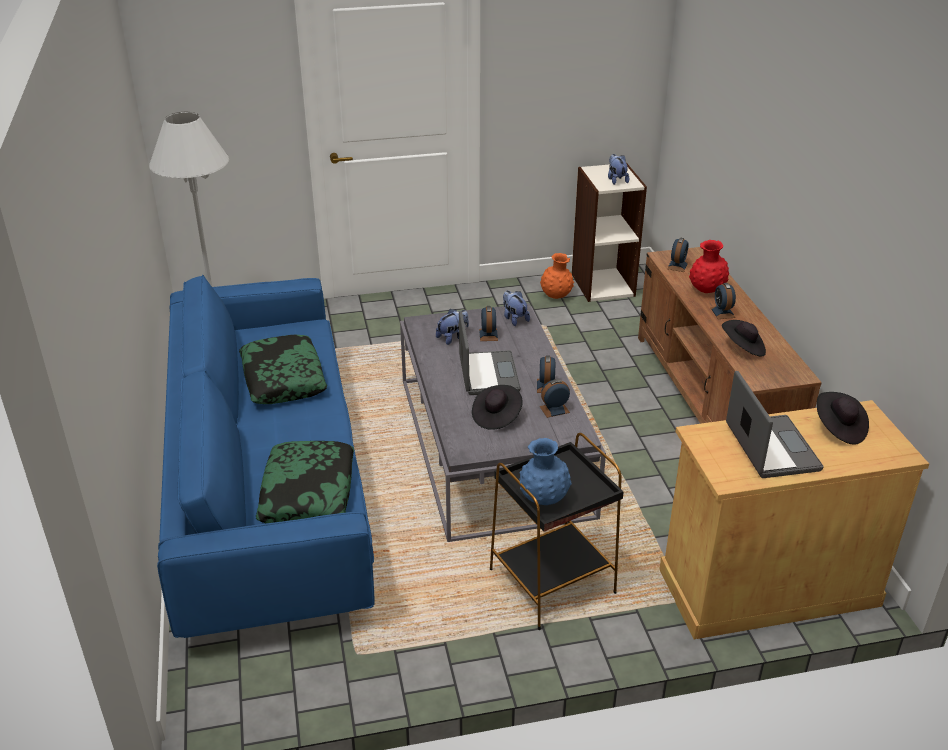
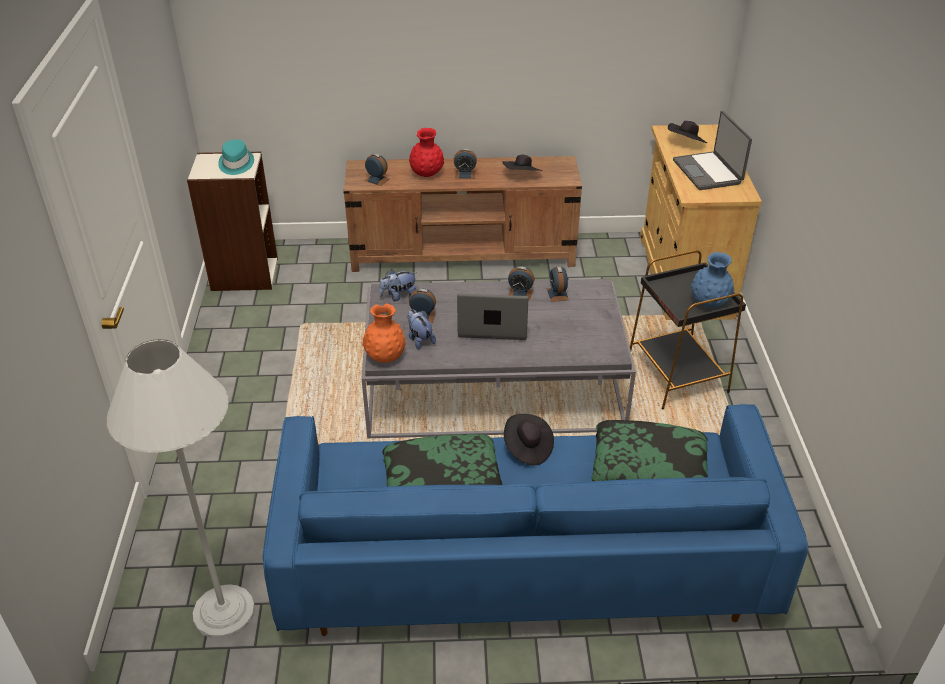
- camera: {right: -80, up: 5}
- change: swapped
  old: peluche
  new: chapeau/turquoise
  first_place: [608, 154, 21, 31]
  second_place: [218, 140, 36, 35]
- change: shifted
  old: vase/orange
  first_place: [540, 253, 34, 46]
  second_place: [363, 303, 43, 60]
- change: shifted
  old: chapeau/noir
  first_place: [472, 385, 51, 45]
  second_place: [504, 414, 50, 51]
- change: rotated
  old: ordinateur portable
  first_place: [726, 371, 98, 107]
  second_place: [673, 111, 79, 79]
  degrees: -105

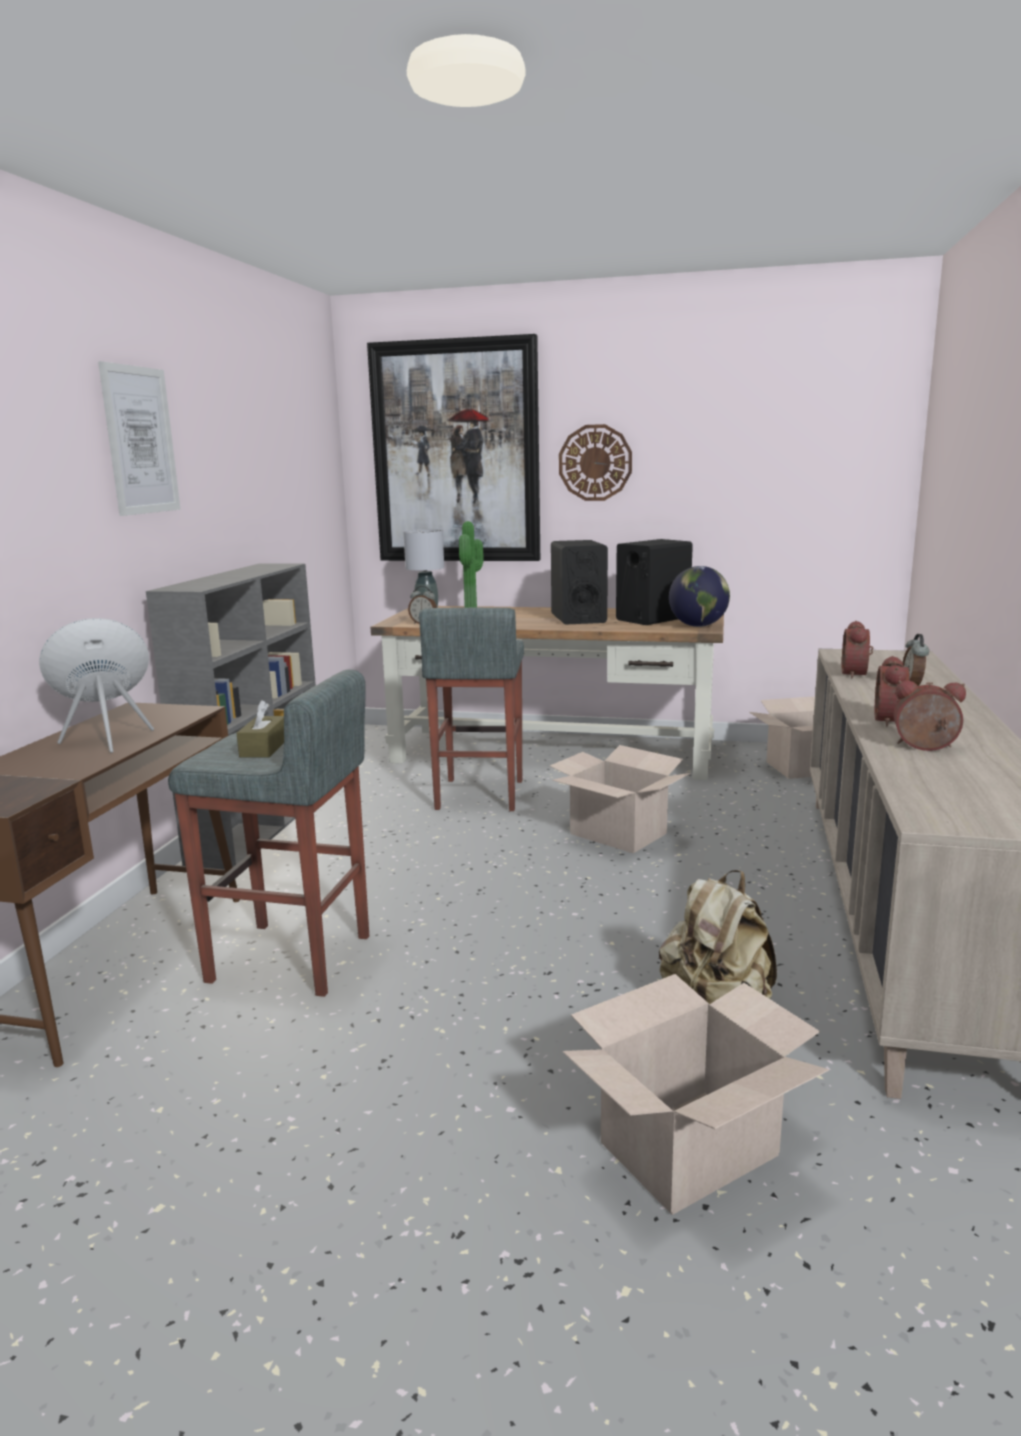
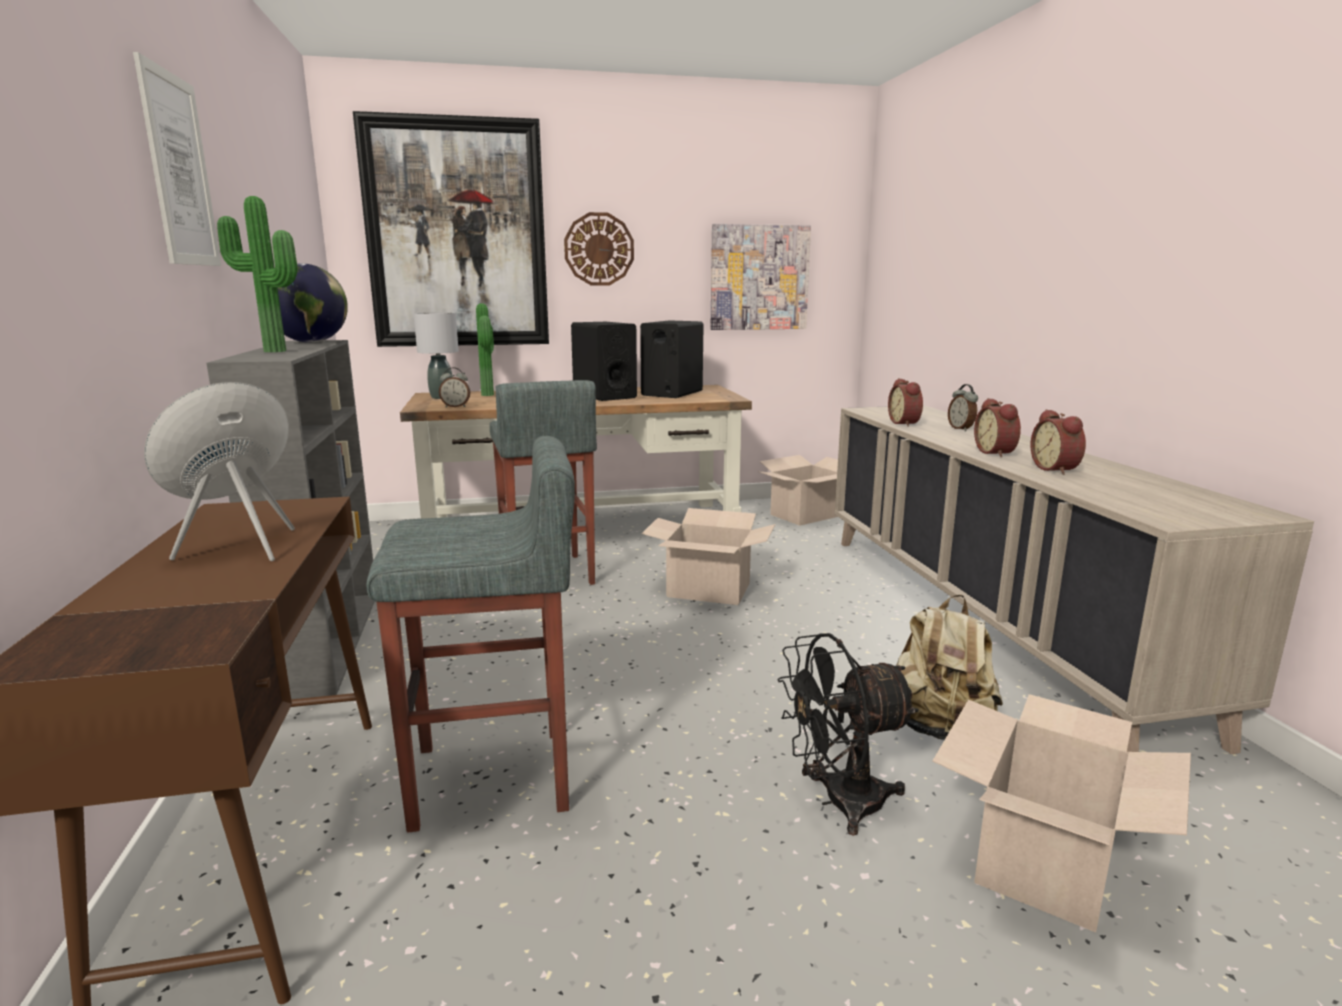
- camera: {right: -25, up: 0}
- change: new
  new: plante en pot
  second_place: [217, 196, 80, 156]
- change: shifted
  old: globe
  first_place: [669, 566, 61, 61]
  second_place: [277, 263, 71, 80]
- change: new
  new: tableau
  second_place: [710, 224, 101, 106]
- change: new
  new: ventilateur/noir
  second_place: [777, 633, 142, 203]
- change: rotated
  old: réveil
  first_place: [894, 680, 72, 71]
  second_place: [1030, 409, 56, 66]
  degrees: -90
- change: gone
  old: boîte à mouchoirs/marron
  first_place: [237, 700, 47, 57]

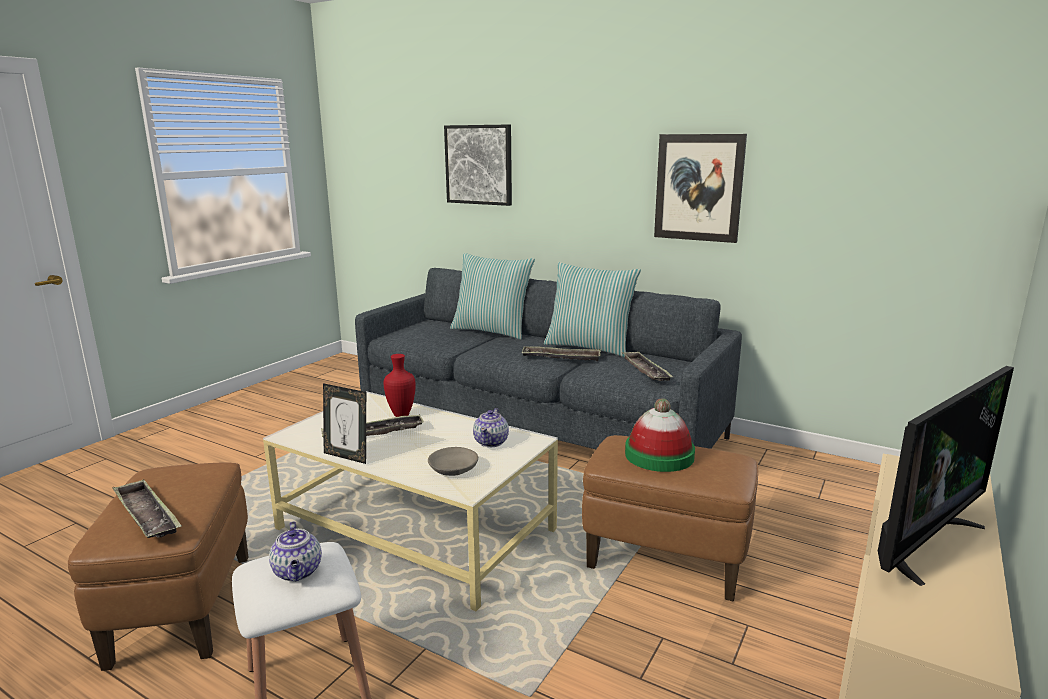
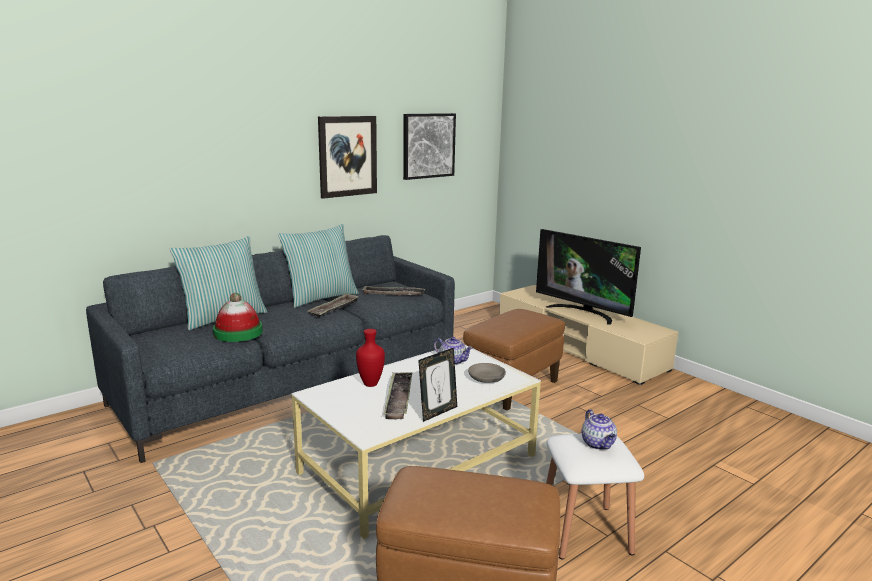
- camera: {right: -70, up: 0}
- change: shifted
  old: chapeau
  first_place: [625, 398, 70, 74]
  second_place: [213, 293, 50, 49]
- change: shifted
  old: tableau
  first_place: [444, 125, 68, 81]
  second_place: [403, 113, 53, 67]
- change: rotated
  old: téléviseur
  first_place: [878, 366, 136, 220]
  second_place: [536, 229, 105, 96]
  degrees: 150
- change: rotated
  old: théière
  first_place: [269, 521, 53, 60]
  second_place: [581, 409, 36, 41]
  degrees: 75
- change: gone
  old: plateau
  first_place: [112, 479, 70, 59]

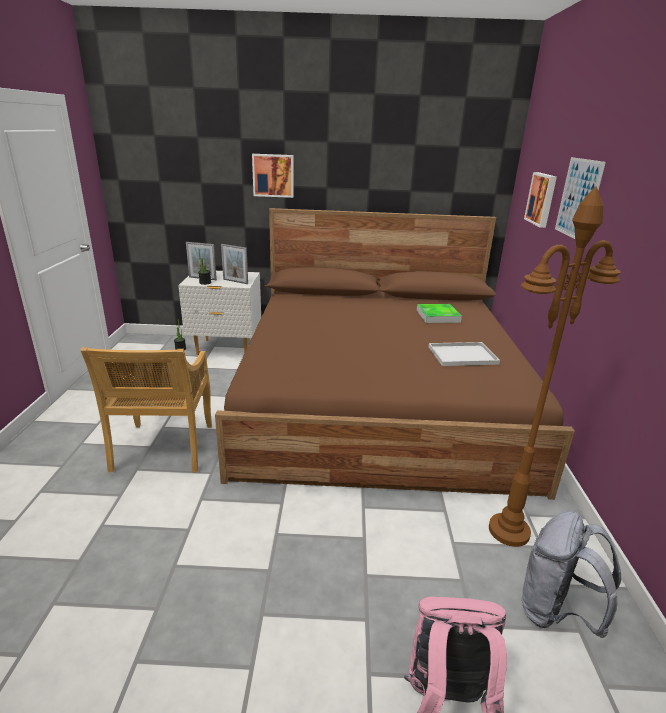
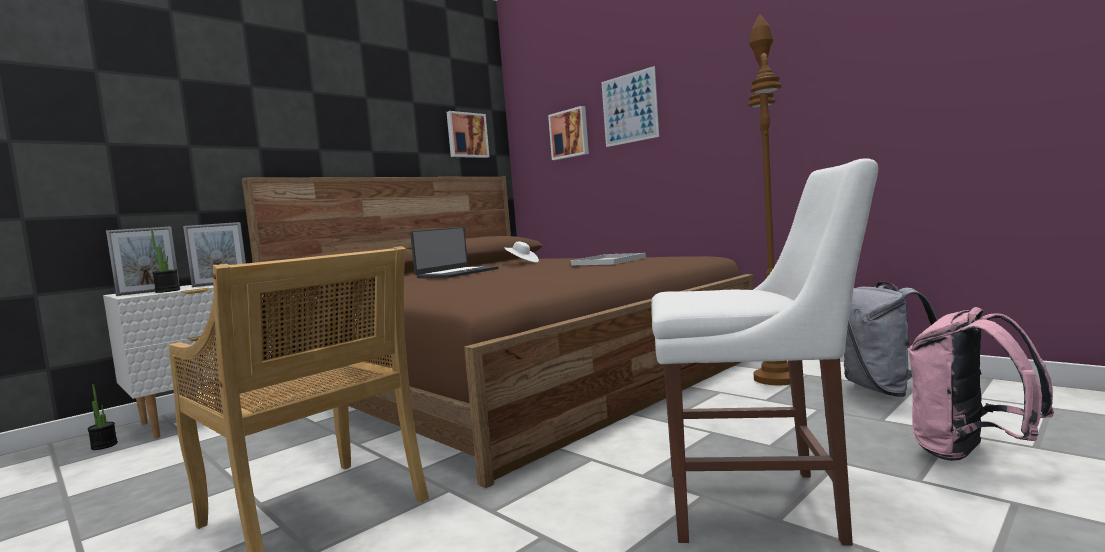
- camera: {right: -45, up: -20}
- change: new
  new: ordinateur portable
  second_place: [410, 227, 88, 51]
- change: shifted
  old: tableau
  first_place: [252, 154, 41, 44]
  second_place: [447, 111, 42, 47]
- change: swapped
  old: plateau
  new: chapeau/blanc
  first_place: [417, 304, 45, 19]
  second_place: [504, 241, 35, 22]
- change: new
  new: chaise/blanc
  second_place: [651, 159, 227, 387]

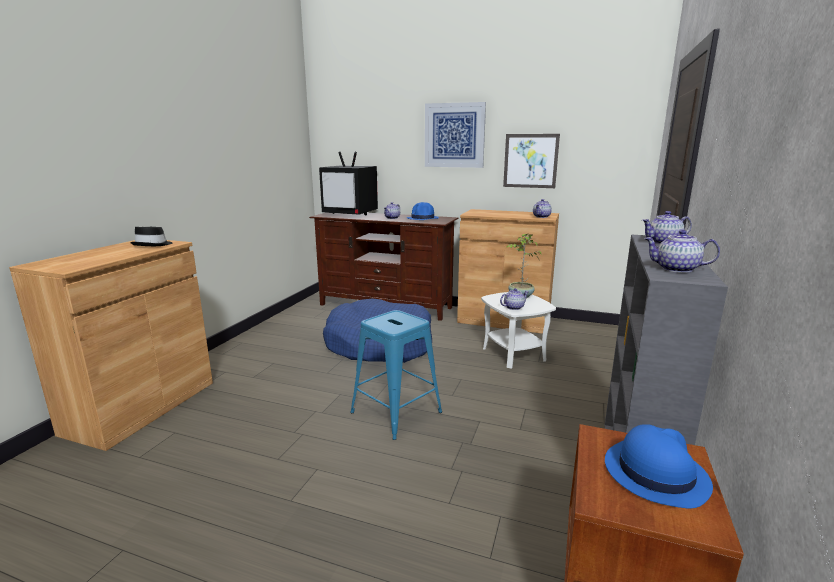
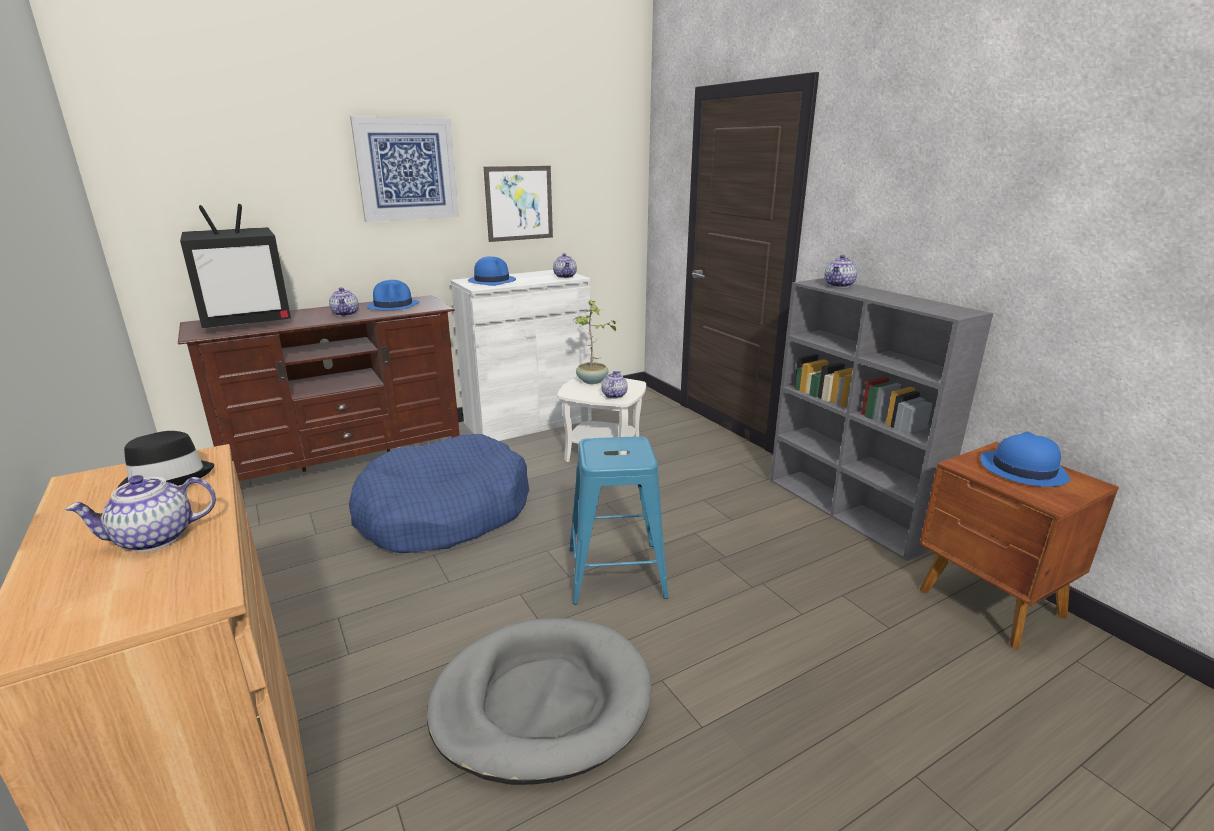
- camera: {right: -50, up: 5}
- change: shifted
  old: théière
  first_place: [644, 230, 76, 43]
  second_place: [65, 475, 151, 77]
- change: new
  new: panier pour chien/gris
  second_place: [427, 618, 224, 167]
- change: repainted
  old: meuble de rangement/marron
  new: meuble de rangement/blanc
  first_place: [457, 209, 102, 125]
  second_place: [451, 270, 141, 171]
- change: new
  new: chapeau/bleu
  second_place: [468, 256, 48, 30]

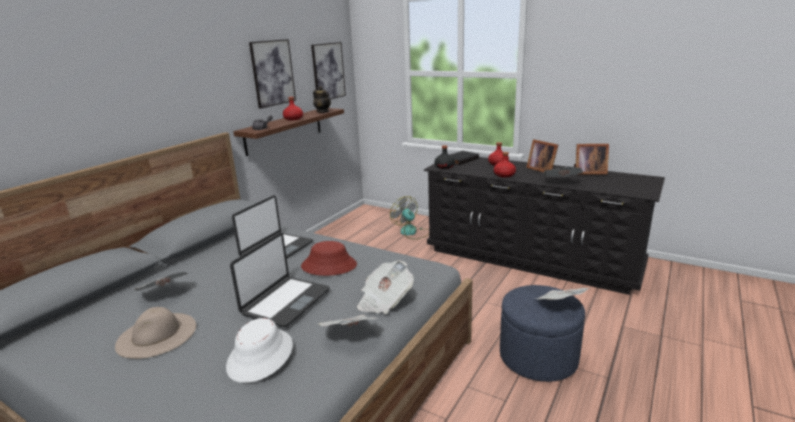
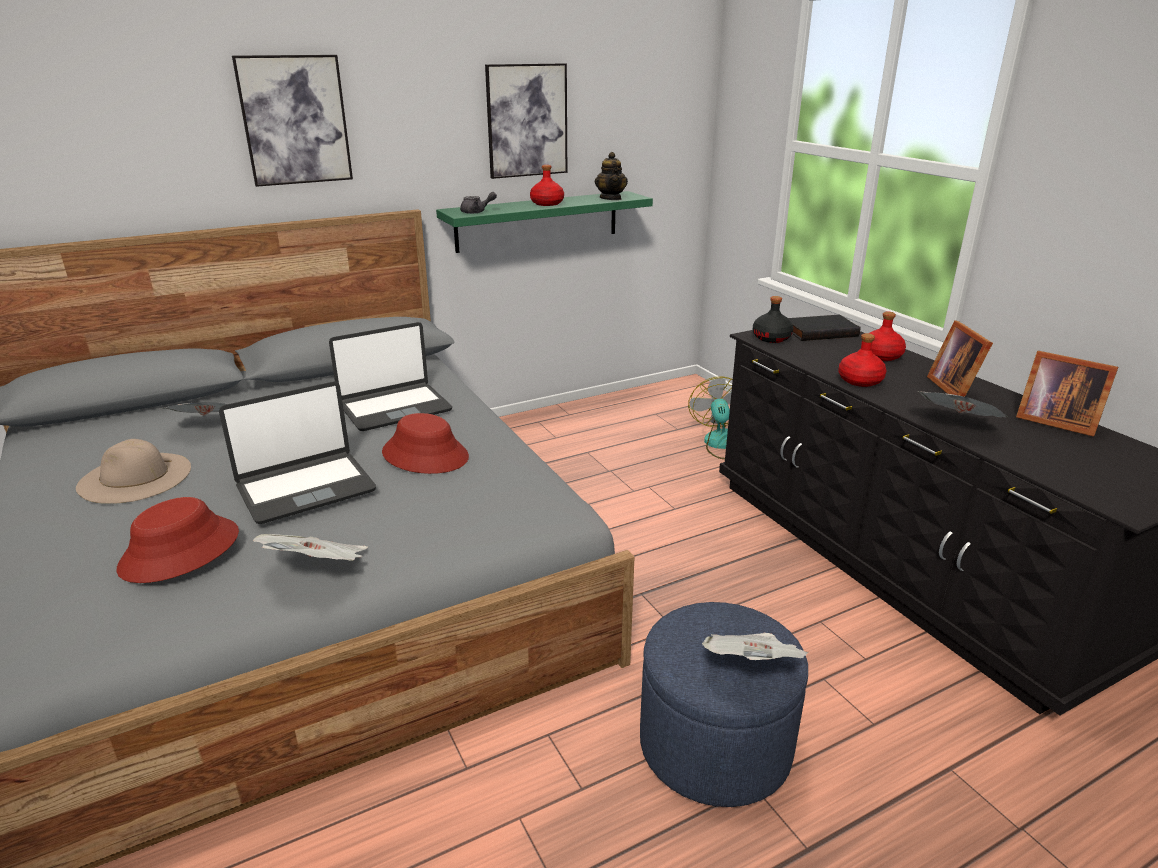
- camera: {right: 30, up: 5}
- change: repainted
  old: chapeau/blanc
  new: chapeau/rouge
  first_place: [226, 318, 67, 65]
  second_place: [116, 497, 123, 86]
- change: shifted
  old: tableau
  first_place: [311, 42, 35, 58]
  second_place: [232, 55, 121, 132]
- change: repainted
  old: étagère/marron
  new: étagère/vert
  first_place: [233, 108, 111, 48]
  second_place: [436, 191, 217, 62]
- change: gone
  old: journal
  first_place: [357, 261, 57, 53]

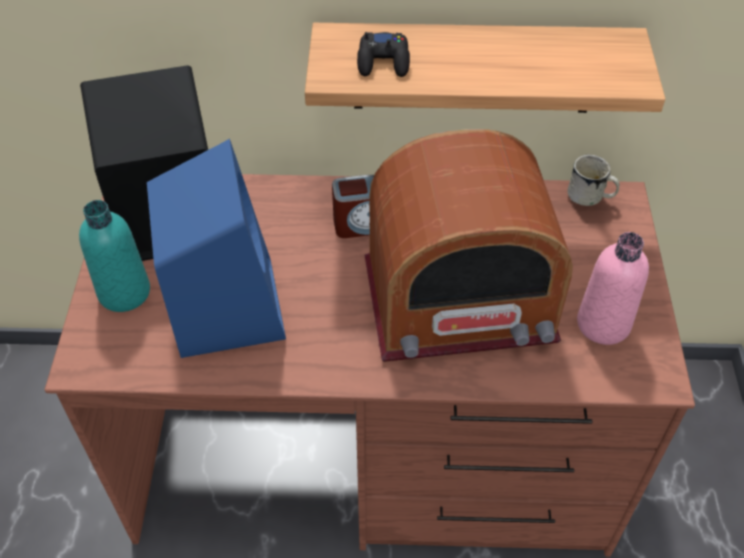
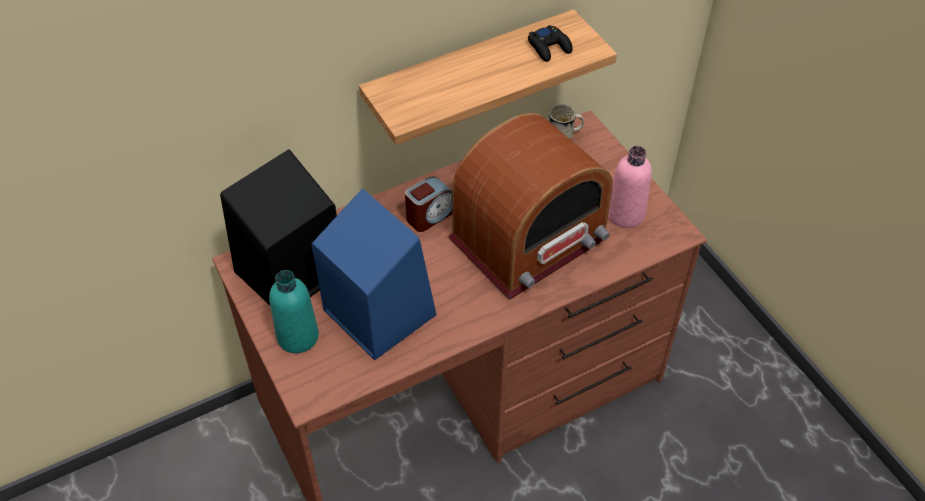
- camera: {right: -30, up: 0}
- change: shifted
  old: manette/noir
  first_place: [357, 32, 53, 45]
  second_place: [528, 25, 45, 37]

